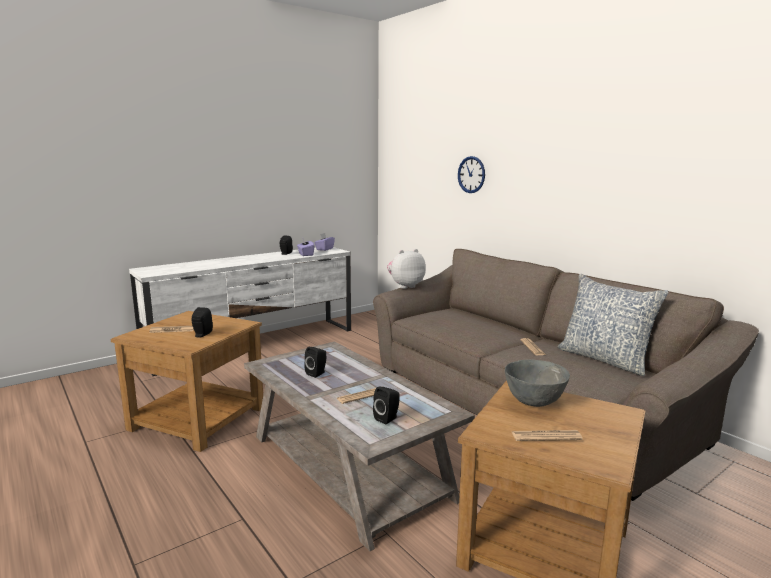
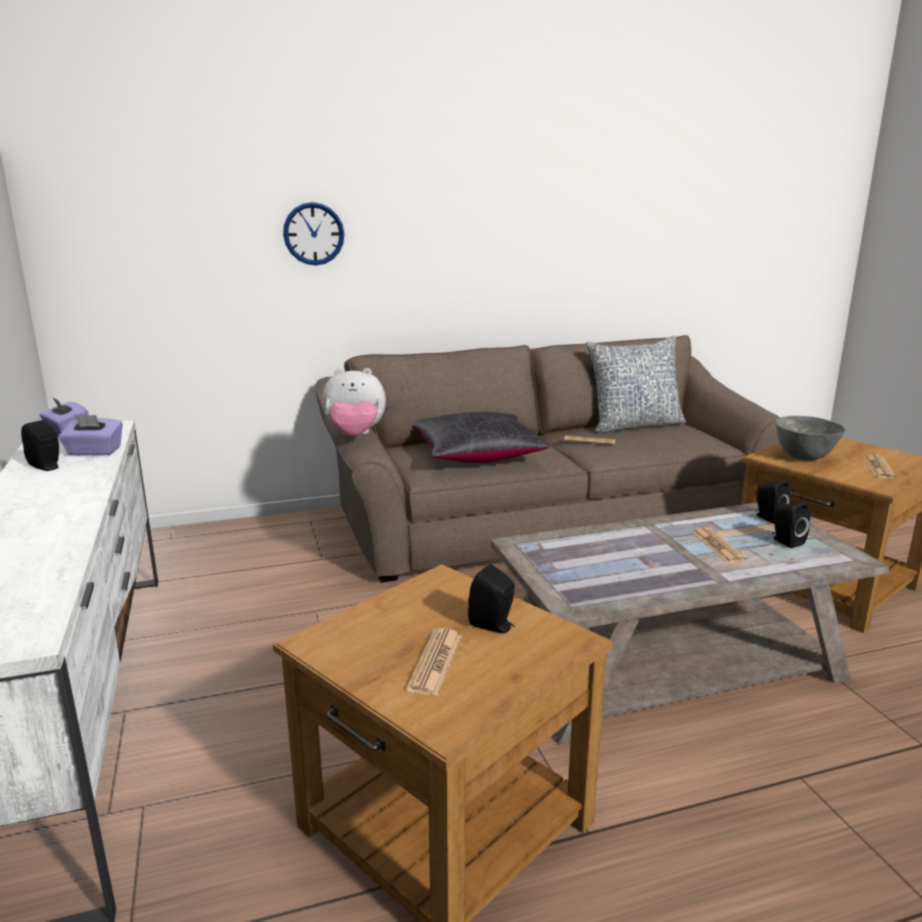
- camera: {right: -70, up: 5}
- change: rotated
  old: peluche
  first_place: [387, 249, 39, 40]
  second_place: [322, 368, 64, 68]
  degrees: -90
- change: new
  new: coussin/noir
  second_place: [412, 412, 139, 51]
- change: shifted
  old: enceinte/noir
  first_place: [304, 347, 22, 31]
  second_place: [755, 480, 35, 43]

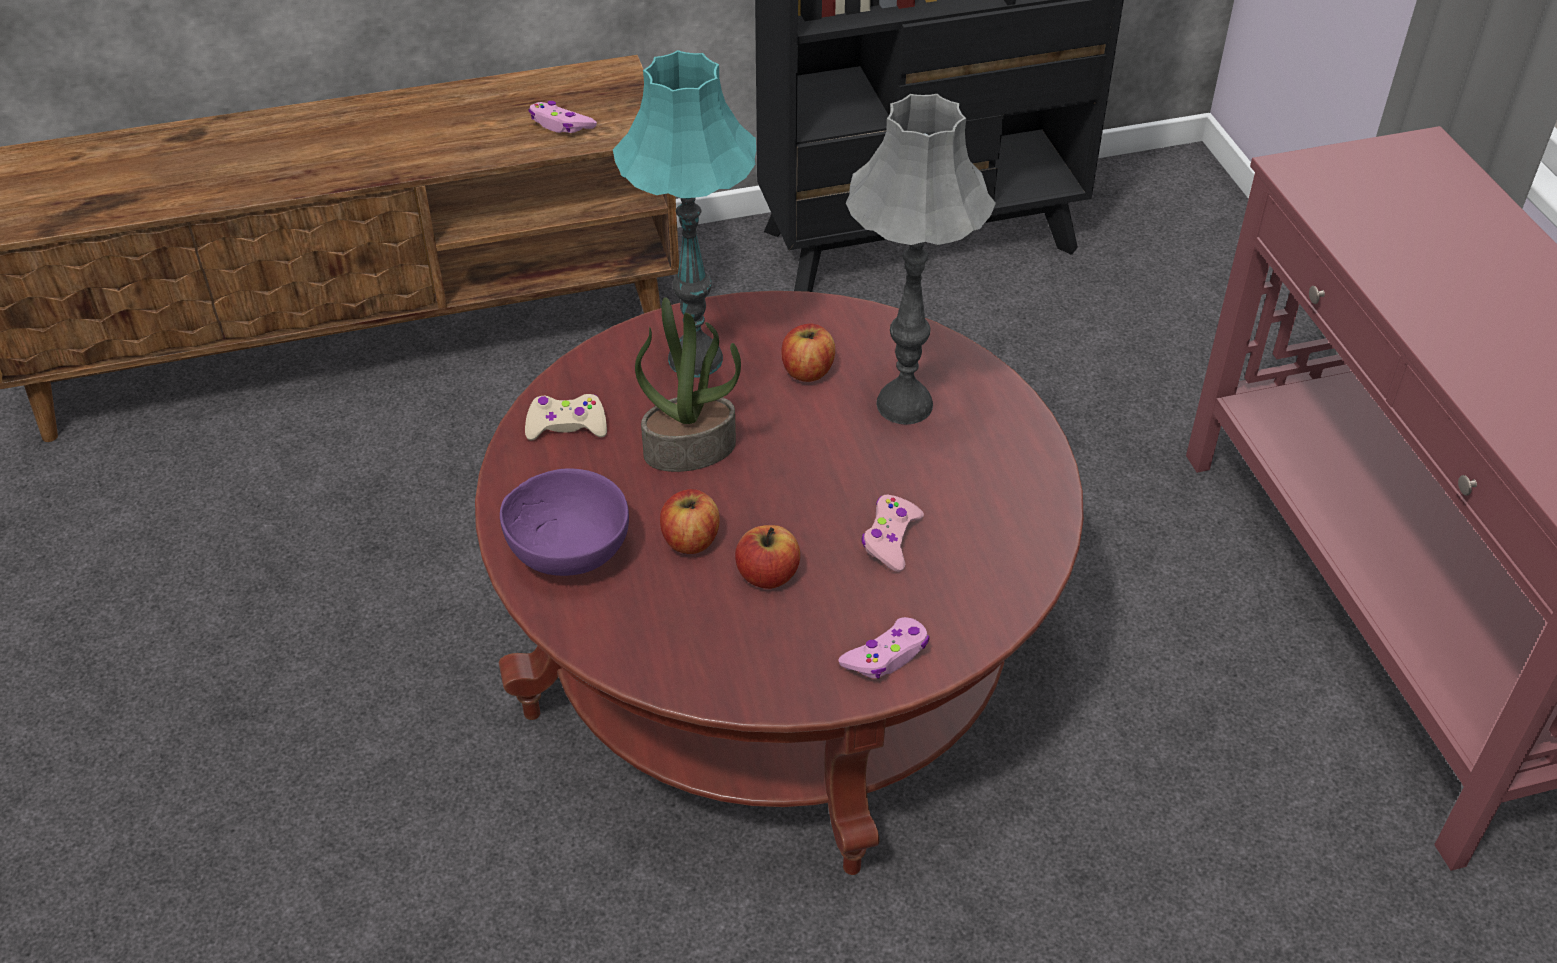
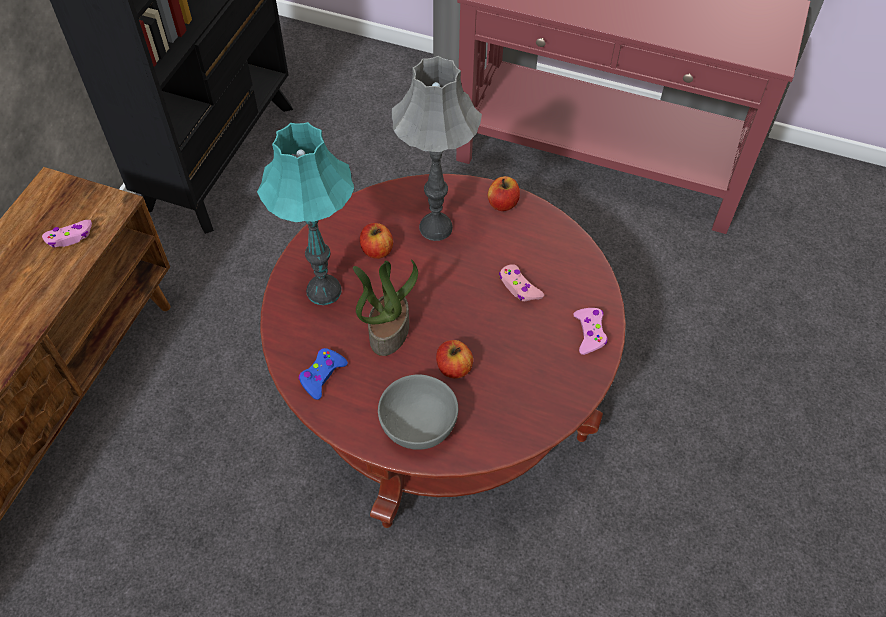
- camera: {right: -55, up: 10}
- change: repainted
  old: manette/beige
  new: manette/bleu
  first_place: [525, 394, 82, 46]
  second_place: [298, 348, 50, 52]
- change: repainted
  old: bol/violet
  new: bol/gris
  first_place: [500, 469, 129, 107]
  second_place: [378, 375, 80, 75]
- change: shifted
  old: pomme
  first_place: [735, 525, 65, 64]
  second_place: [488, 176, 32, 35]

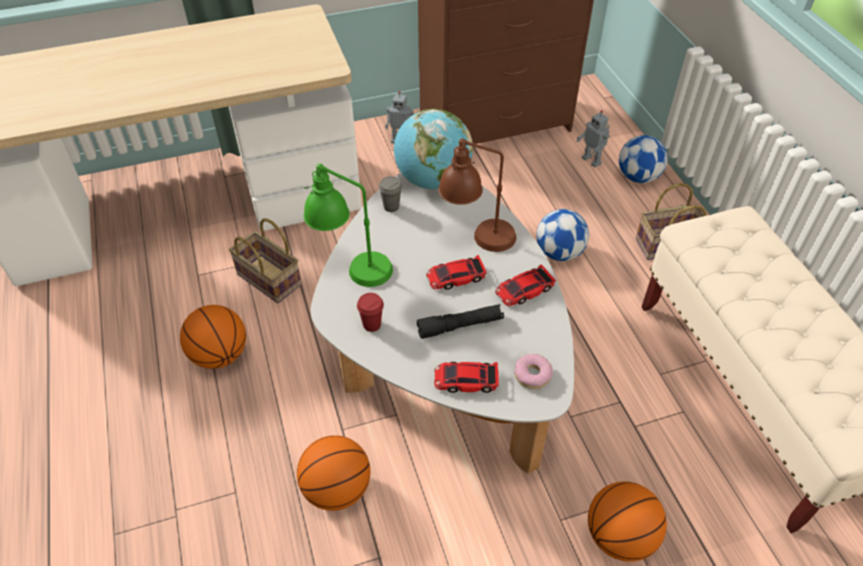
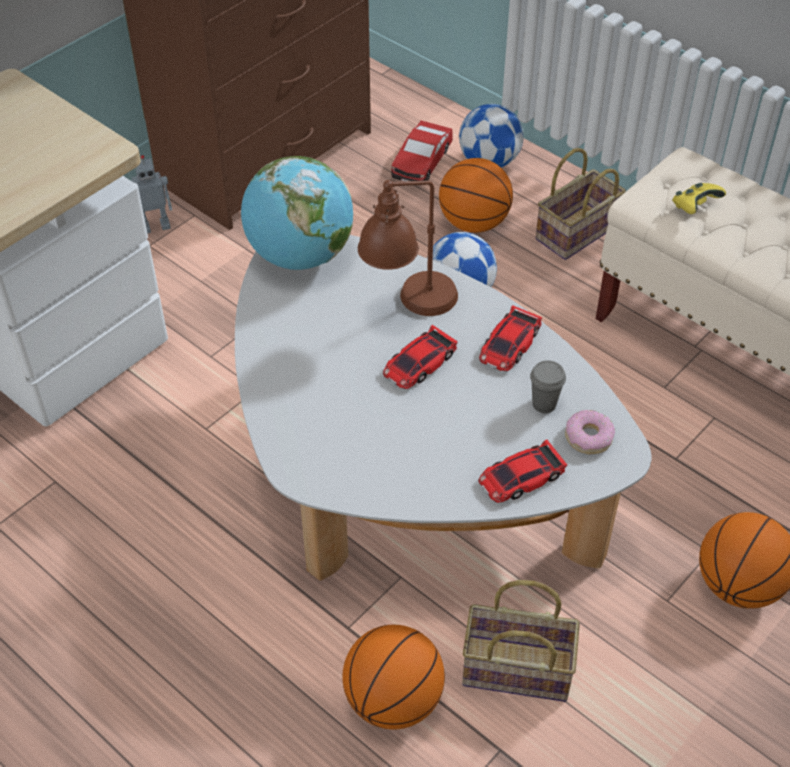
- camera: {right: -30, up: 0}
- change: swapped
  old: robot jouet
  new: petite voiture
  first_place: [577, 110, 33, 57]
  second_place: [391, 120, 62, 62]
- change: shifted
  old: ballon de basket
  first_place: [180, 305, 66, 64]
  second_place: [439, 158, 74, 75]
- change: shifted
  old: panier
  first_place: [229, 218, 73, 85]
  second_place: [462, 580, 118, 122]
- change: shifted
  old: tasse/gris
  first_place: [379, 176, 23, 36]
  second_place: [530, 360, 36, 53]
- change: new
  new: manette/jaune
  second_place: [672, 183, 54, 31]
- change: gone
  old: lampe de table/vert
  first_place: [304, 164, 89, 123]
- change: gone
  old: tasse/rouge
  first_place: [357, 293, 27, 39]
- change: gone
  old: lampe de poche/noir
  first_place: [417, 304, 87, 35]

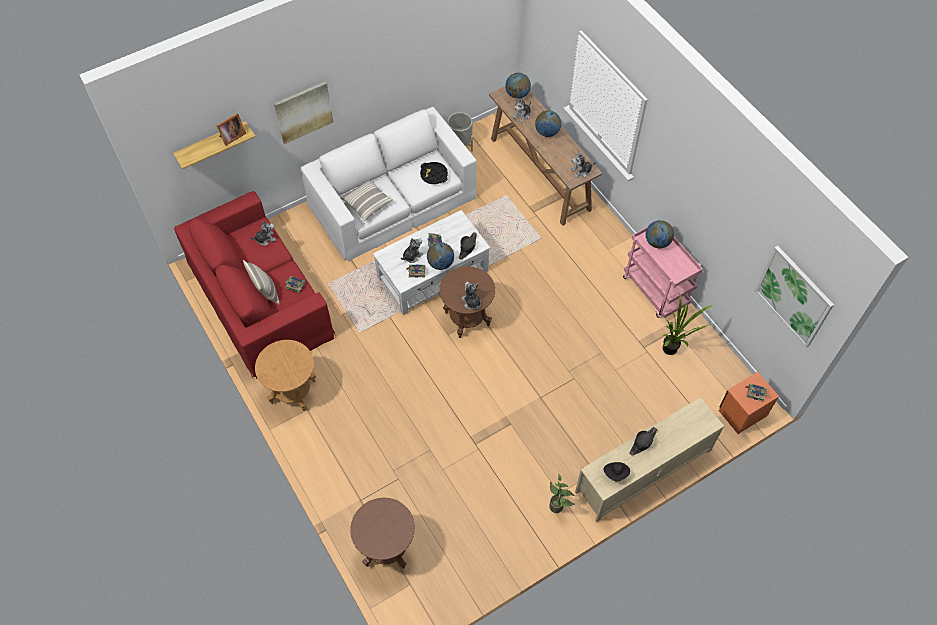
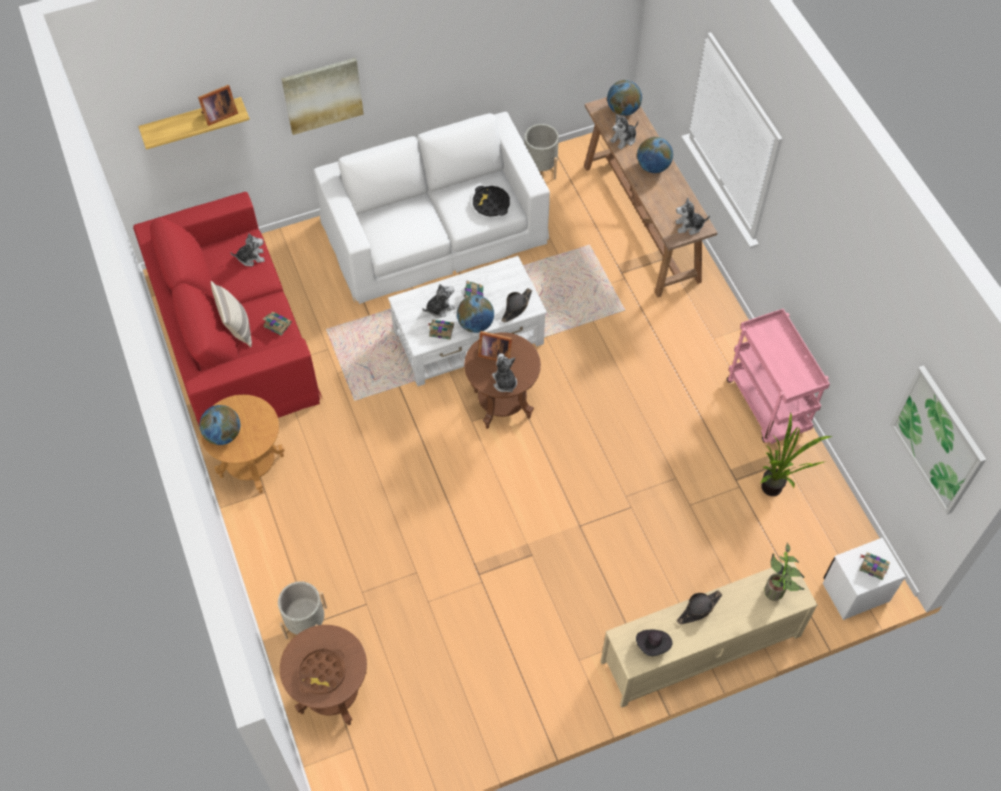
- camera: {right: 10, up: 0}
- change: shifted
  old: globe
  first_place: [646, 220, 28, 28]
  second_place: [199, 405, 41, 40]
- change: new
  new: cache-pot/gris
  second_place: [278, 581, 49, 58]
- change: new
  new: plateau/marron
  second_place: [298, 648, 48, 46]
- change: new
  new: cadre photo
  second_place: [478, 331, 34, 30]
- change: shifted
  old: plante en pot
  first_place: [549, 473, 26, 40]
  second_place: [764, 542, 40, 59]
- change: repainted
  old: table de chevet/orange
  new: table de chevet/blanc
  first_place: [719, 372, 60, 62]
  second_place: [823, 537, 83, 83]
- change: gone
  old: coussin
  first_place: [340, 179, 53, 42]

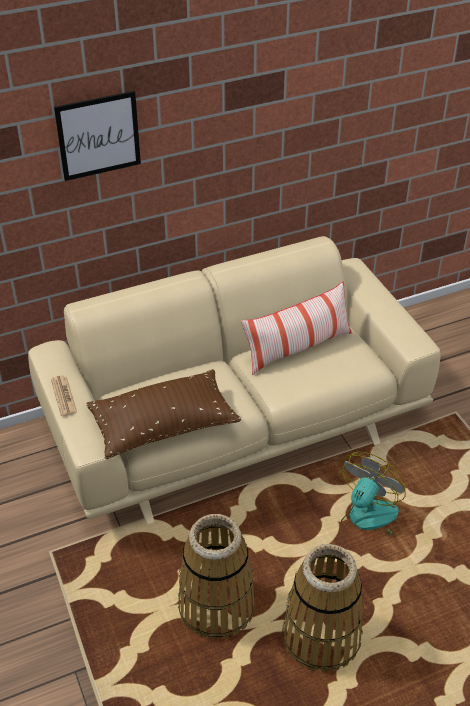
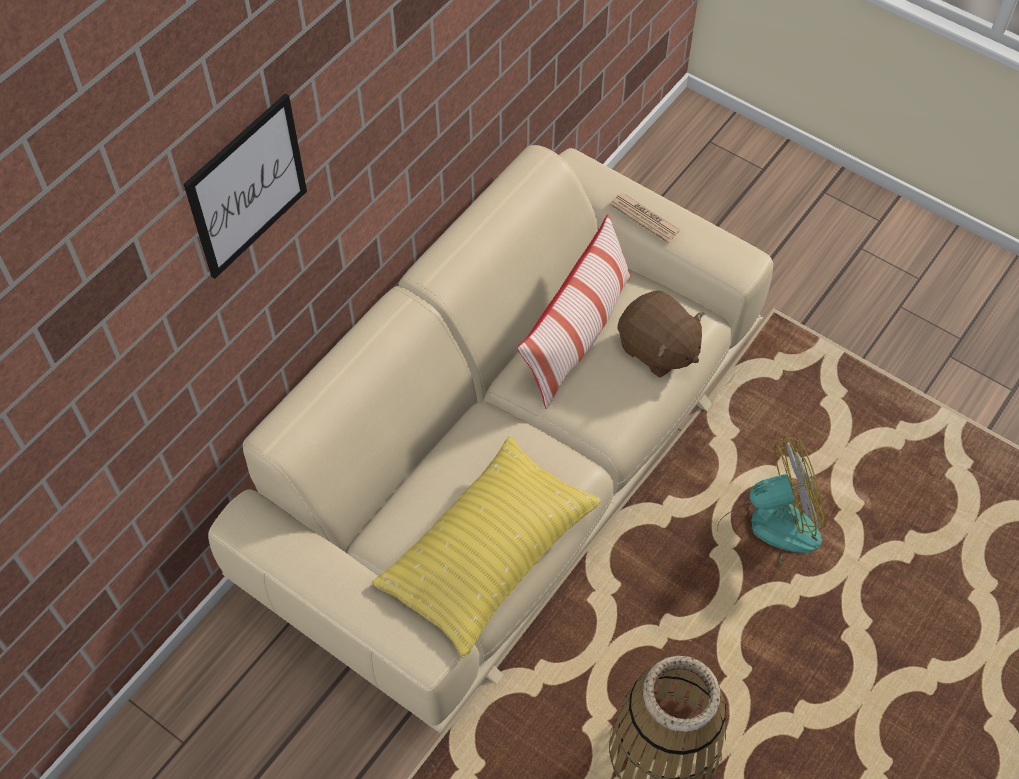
- camera: {right: -30, up: 15}
- change: repainted
  old: coussin/marron
  new: coussin/jaune
  first_place: [87, 369, 154, 90]
  second_place: [372, 437, 229, 221]
- change: shifted
  old: journal
  first_place: [51, 376, 26, 40]
  second_place: [610, 193, 71, 50]
- change: new
  new: peluche/marron
  second_place: [618, 291, 87, 87]
- change: rotated
  old: ventilateur
  first_place: [339, 451, 67, 85]
  second_place: [717, 436, 109, 131]
  degrees: 75
- change: gone
  old: panier
  first_place: [282, 544, 82, 128]

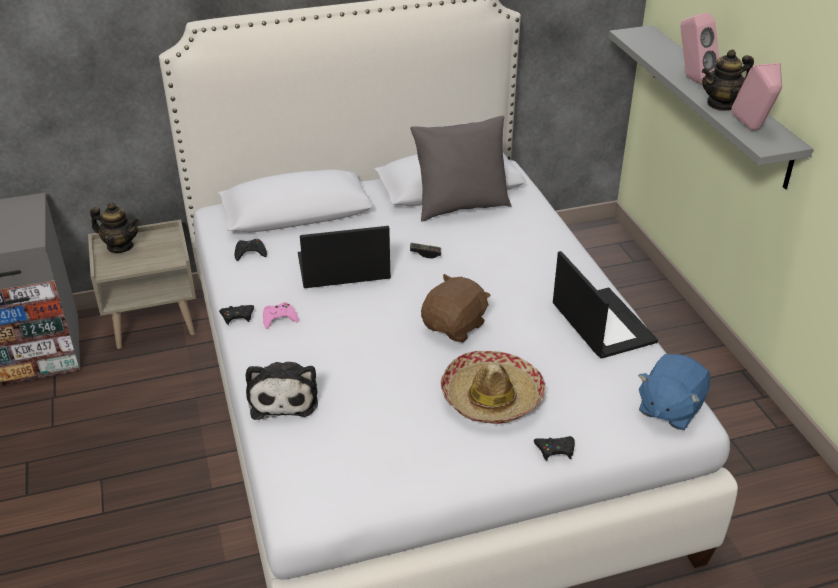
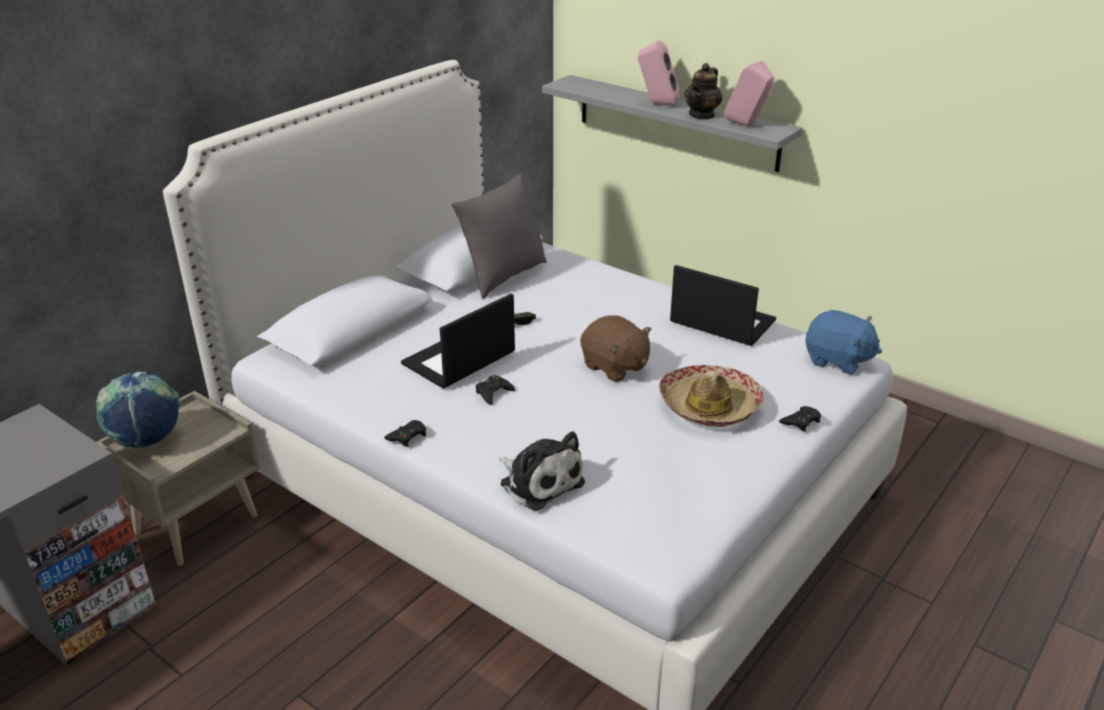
- camera: {right: -35, up: -5}
- change: swapped
  old: théière
  new: globe
  first_place: [90, 203, 49, 50]
  second_place: [96, 372, 85, 77]
- change: shifted
  old: manette/noir
  first_place: [235, 239, 32, 22]
  second_place: [475, 375, 40, 30]
- change: rotated
  old: peluche/marron
  first_place: [421, 274, 70, 69]
  second_place: [580, 315, 72, 67]
  degrees: 135
- change: rotated
  old: peluche/bleu
  first_place: [638, 354, 72, 76]
  second_place: [805, 310, 77, 65]
  degrees: -60
- change: gone
  old: manette/rose
  first_place: [263, 302, 35, 27]

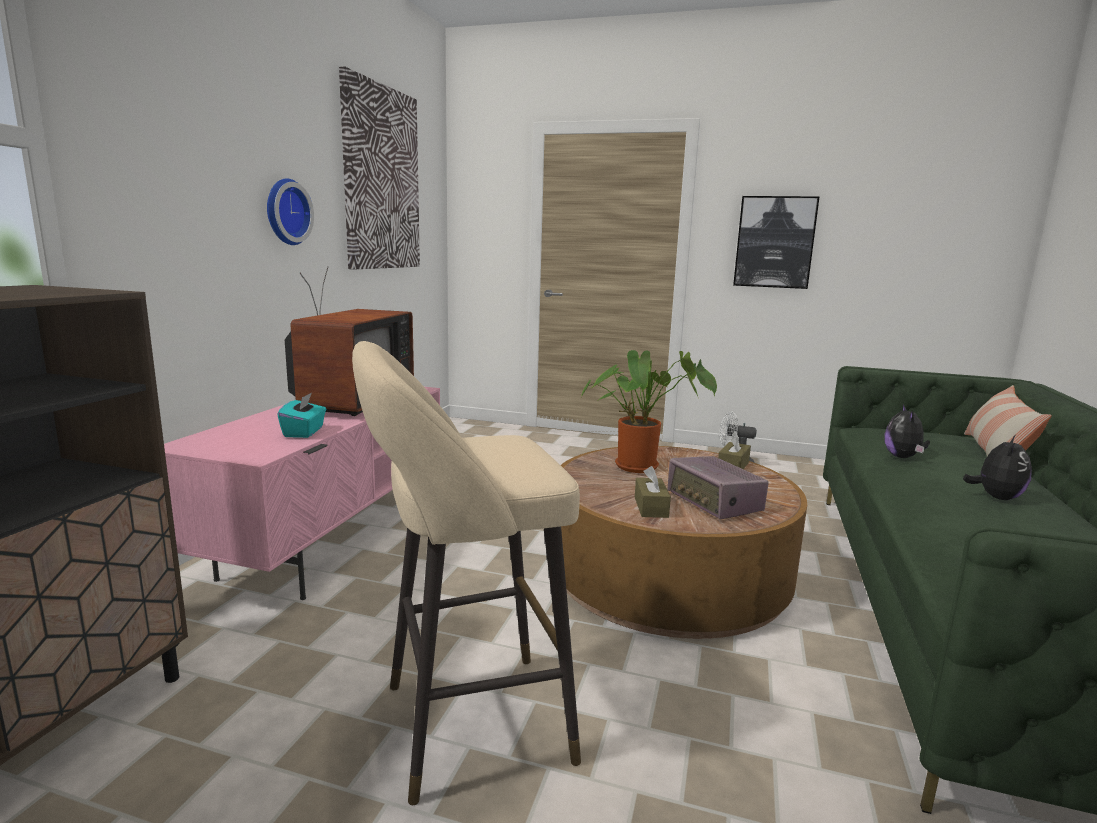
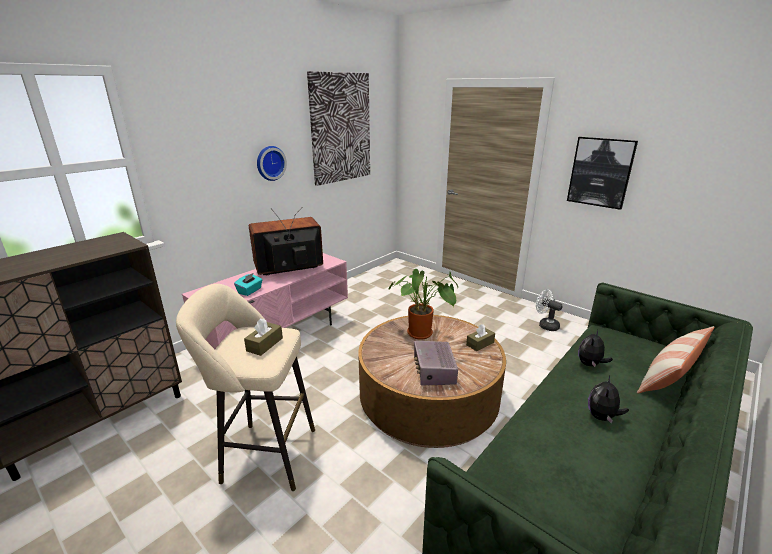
- camera: {right: 25, up: 10}
- change: shifted
  old: boîte à mouchoirs/marron
  first_place: [635, 466, 36, 52]
  second_place: [244, 318, 39, 38]
- change: rotated
  old: téléviseur
  first_place: [285, 266, 129, 150]
  second_place: [249, 207, 74, 68]
  degrees: -150
- change: rotated
  old: peluche
  first_place: [963, 436, 69, 64]
  second_place: [588, 375, 41, 49]
  degrees: 150

